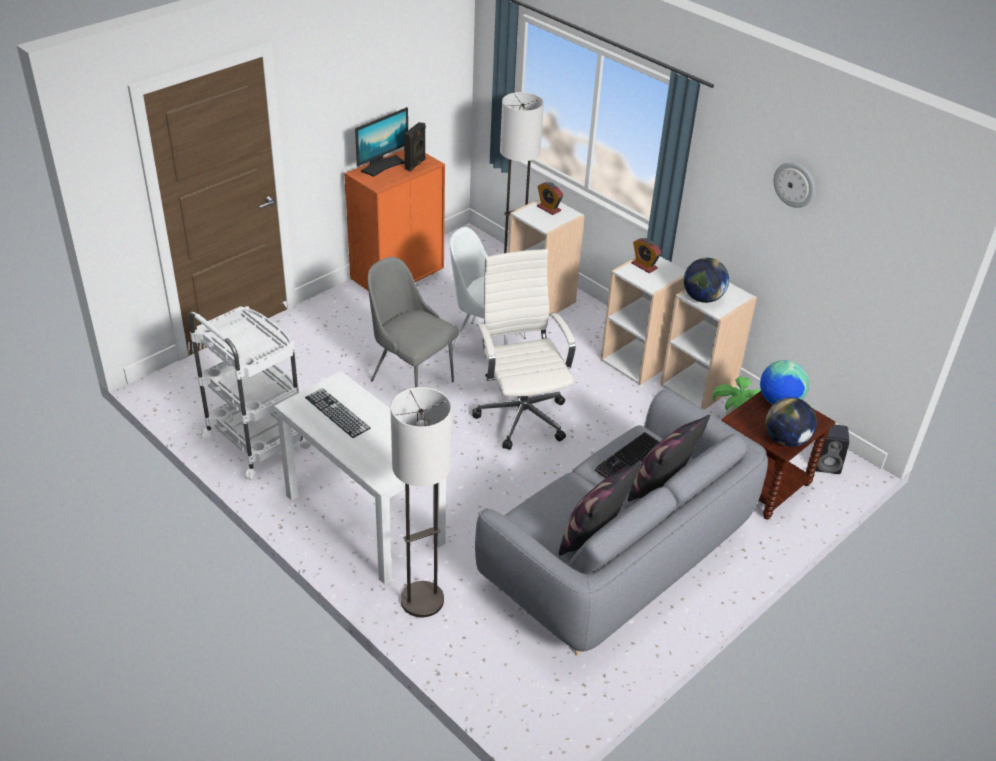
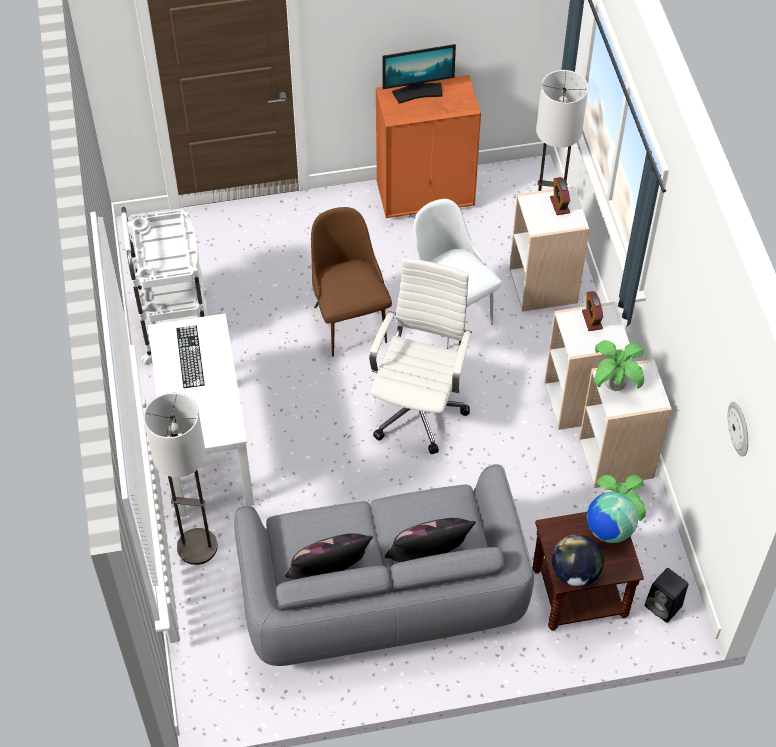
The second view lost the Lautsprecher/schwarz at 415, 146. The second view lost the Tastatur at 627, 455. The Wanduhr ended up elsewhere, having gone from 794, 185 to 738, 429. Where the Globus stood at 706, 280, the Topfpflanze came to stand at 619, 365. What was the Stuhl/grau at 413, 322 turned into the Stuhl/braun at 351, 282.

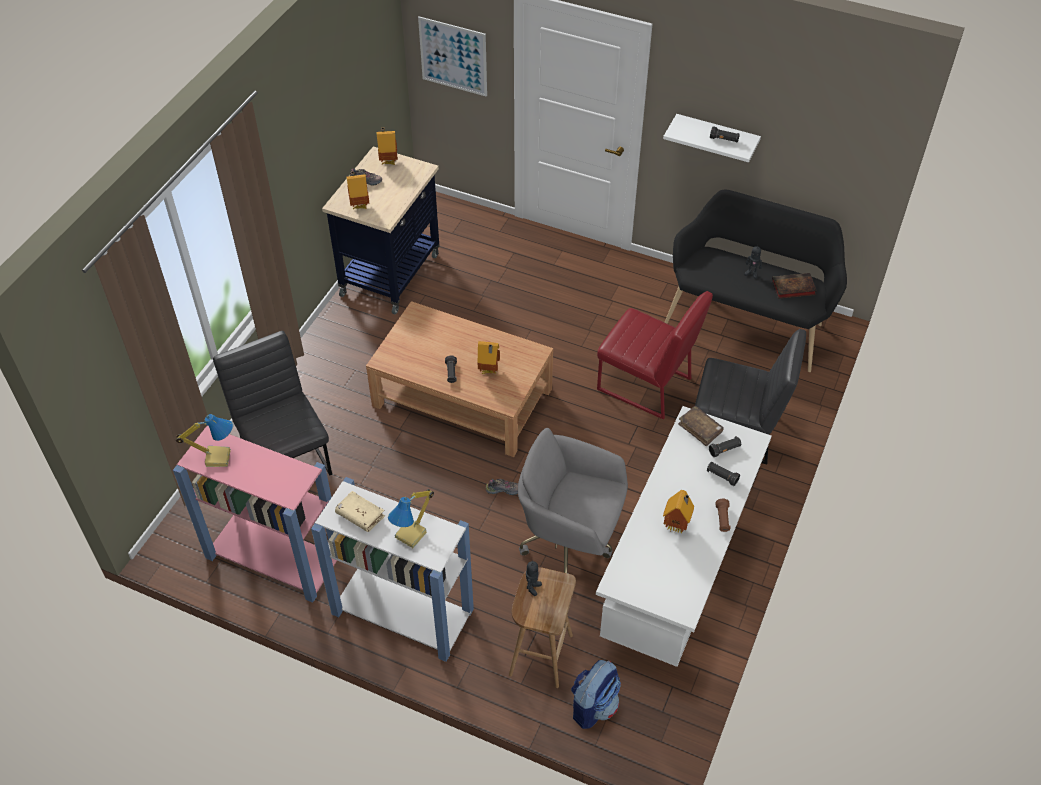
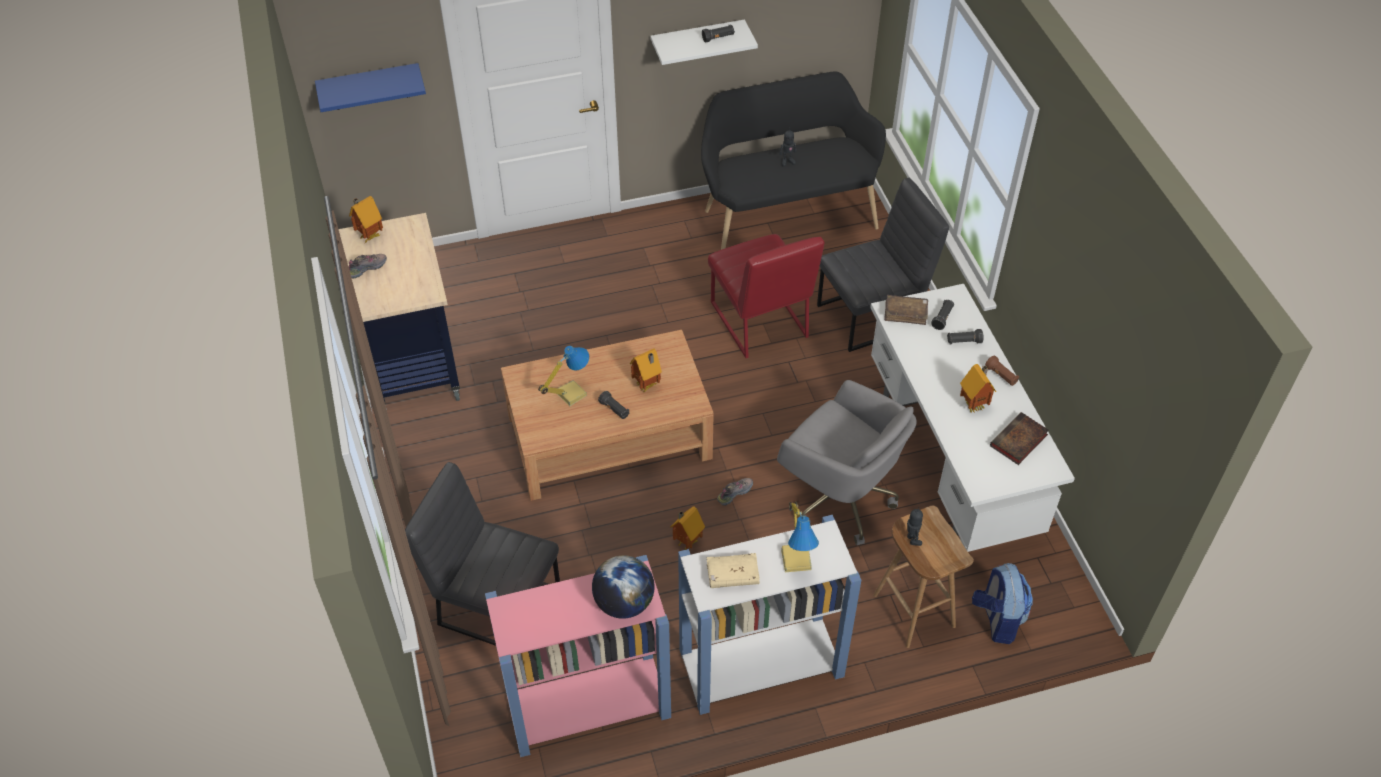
The second view gained the Globus at 623, 587. The Tischlampe ended up elsewhere, having gone from 204, 440 to 563, 376. The Spielzeughaus ended up elsewhere, having gone from 357, 191 to 687, 528. The Buch ended up elsewhere, having gone from 794, 286 to 1019, 438. Where the Bild hung at 452, 56, the Wandregal/blau came to hang at 370, 87. The Bürostuhl/grau at 573, 501 ended up facing another way, 120 degrees counterclockwise from before. The Stuhl/rot at 655, 355 ended up facing another way, 75 degrees clockwise from before.

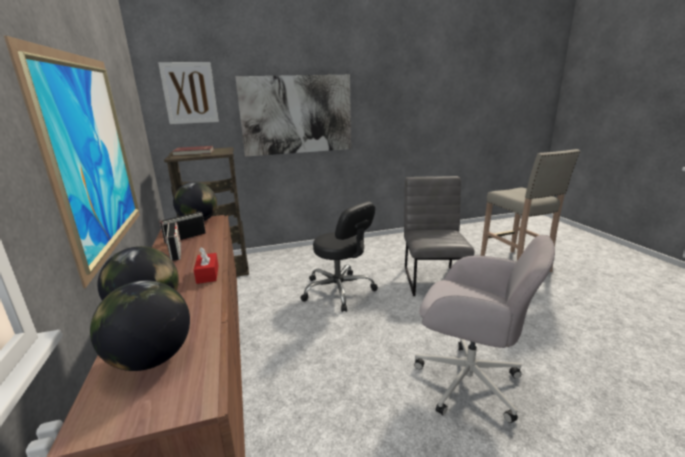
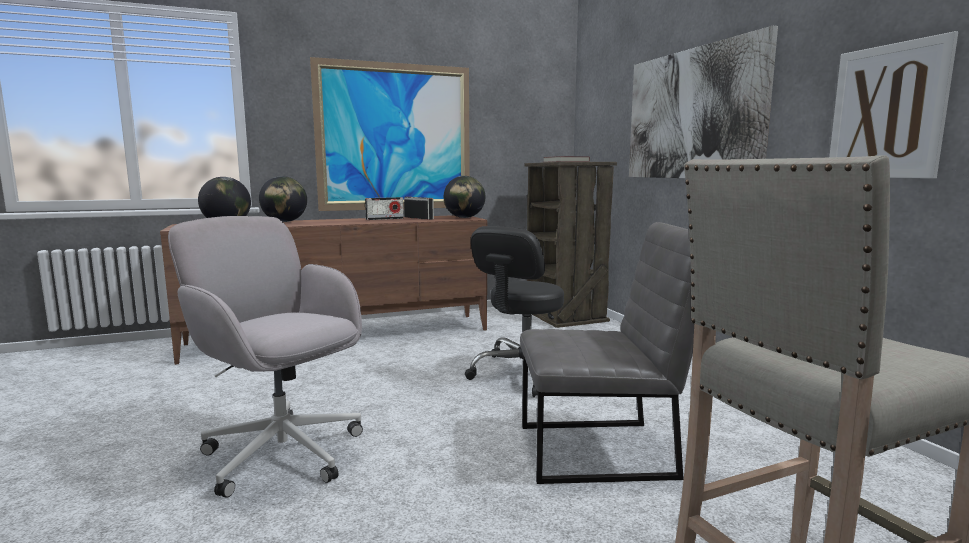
The second view lost the Taschentuchbox/rot at 206, 265. The Bild ended up elsewhere, having gone from 188, 93 to 893, 105. The Bürostuhl/grau at 484, 329 ended up facing another way, 105 degrees clockwise from before.

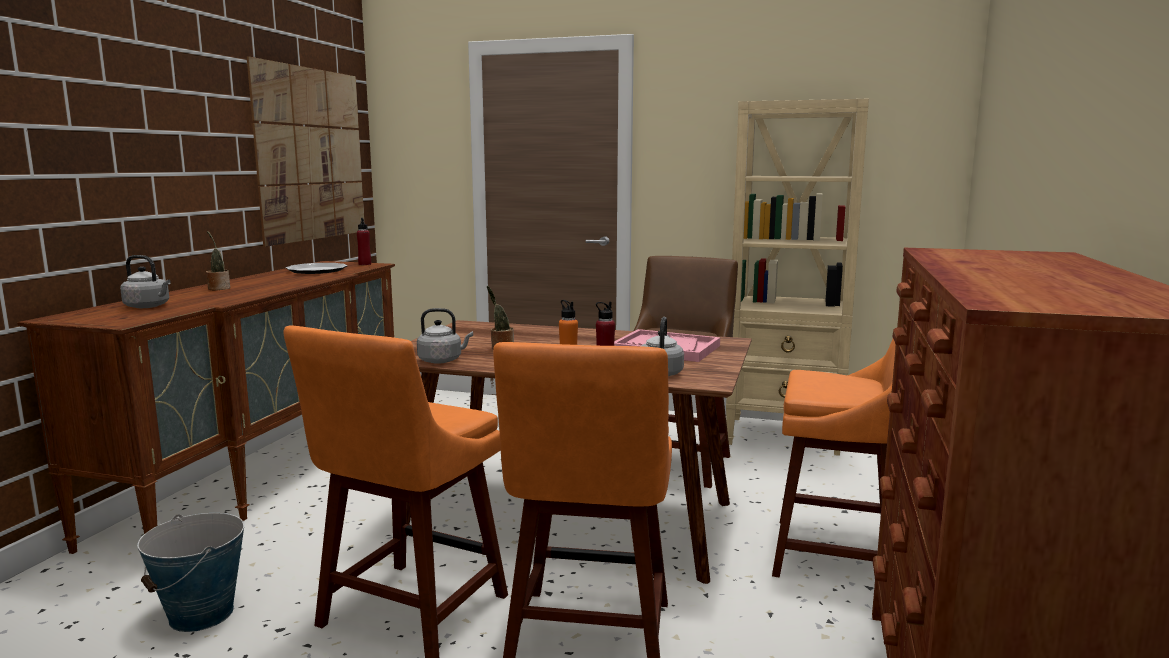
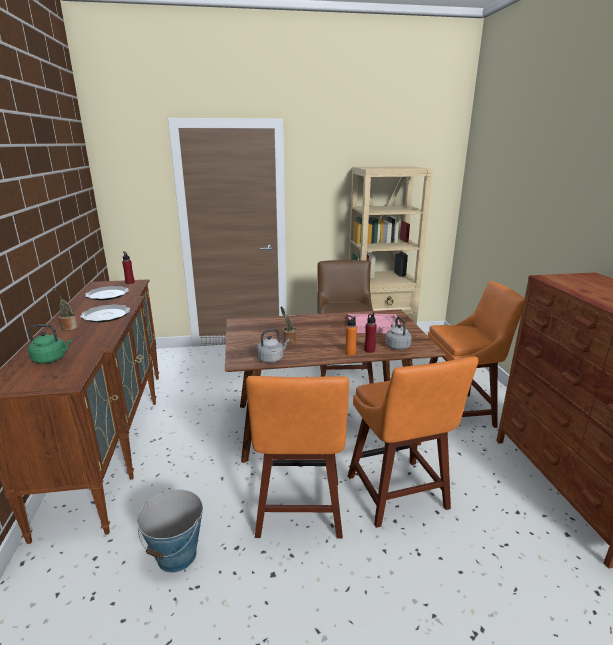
The second view lost the Bild at 305, 151. The second view gained the Teller at 105, 313. What was the Wasserkessel/grau at 145, 281 turned into the Wasserkessel/grün at 49, 344.

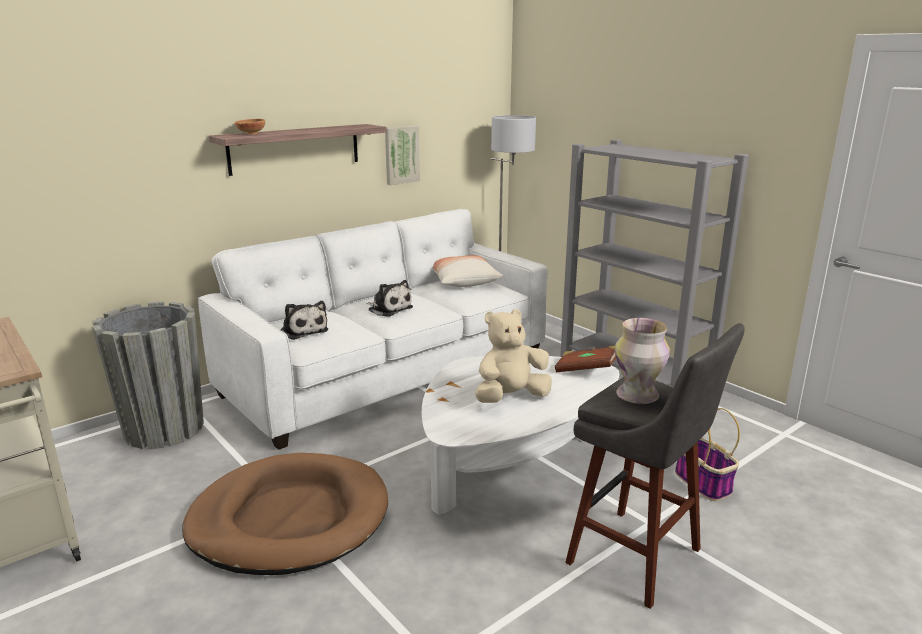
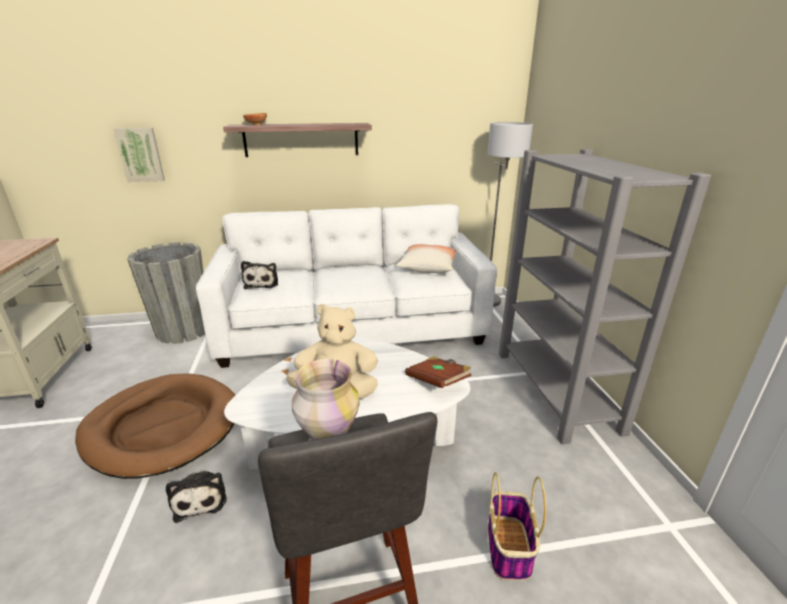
The Plüschtier ended up elsewhere, having gone from 389, 298 to 196, 497. The Bild ended up elsewhere, having gone from 402, 155 to 139, 155.

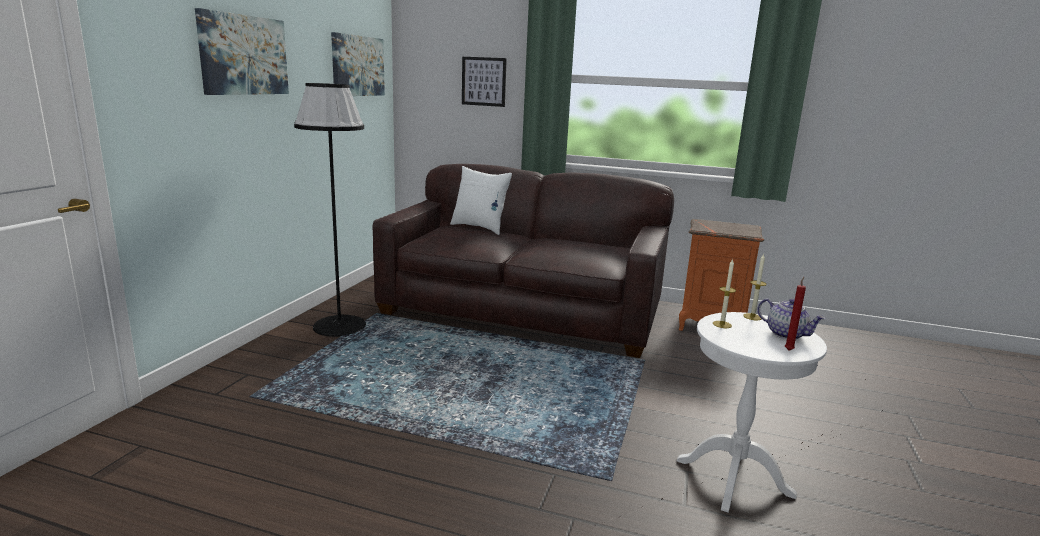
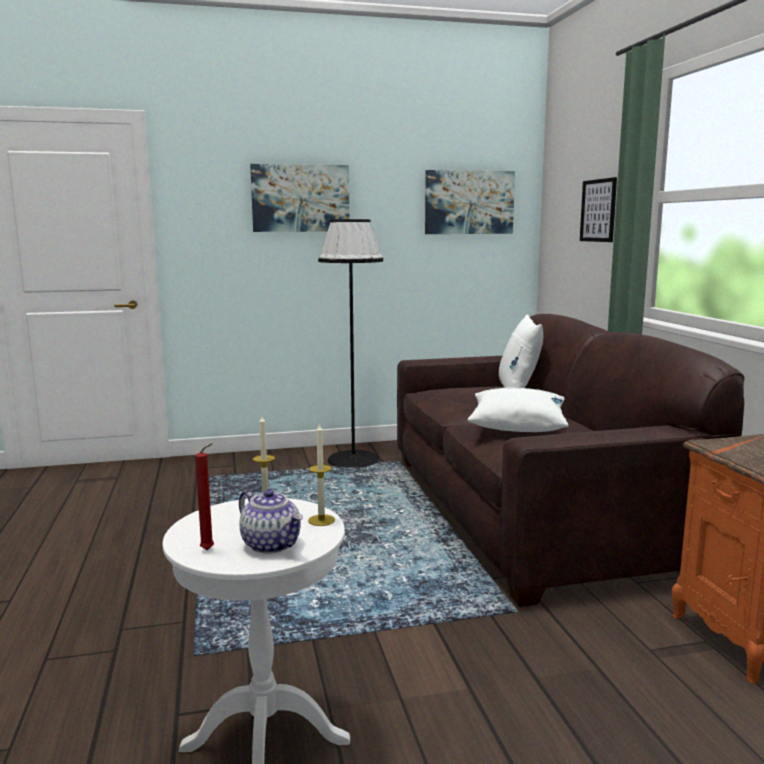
The second view gained the Kissen/weiß at 518, 409. The Teekanne at 791, 319 ended up facing another way, 60 degrees counterclockwise from before.

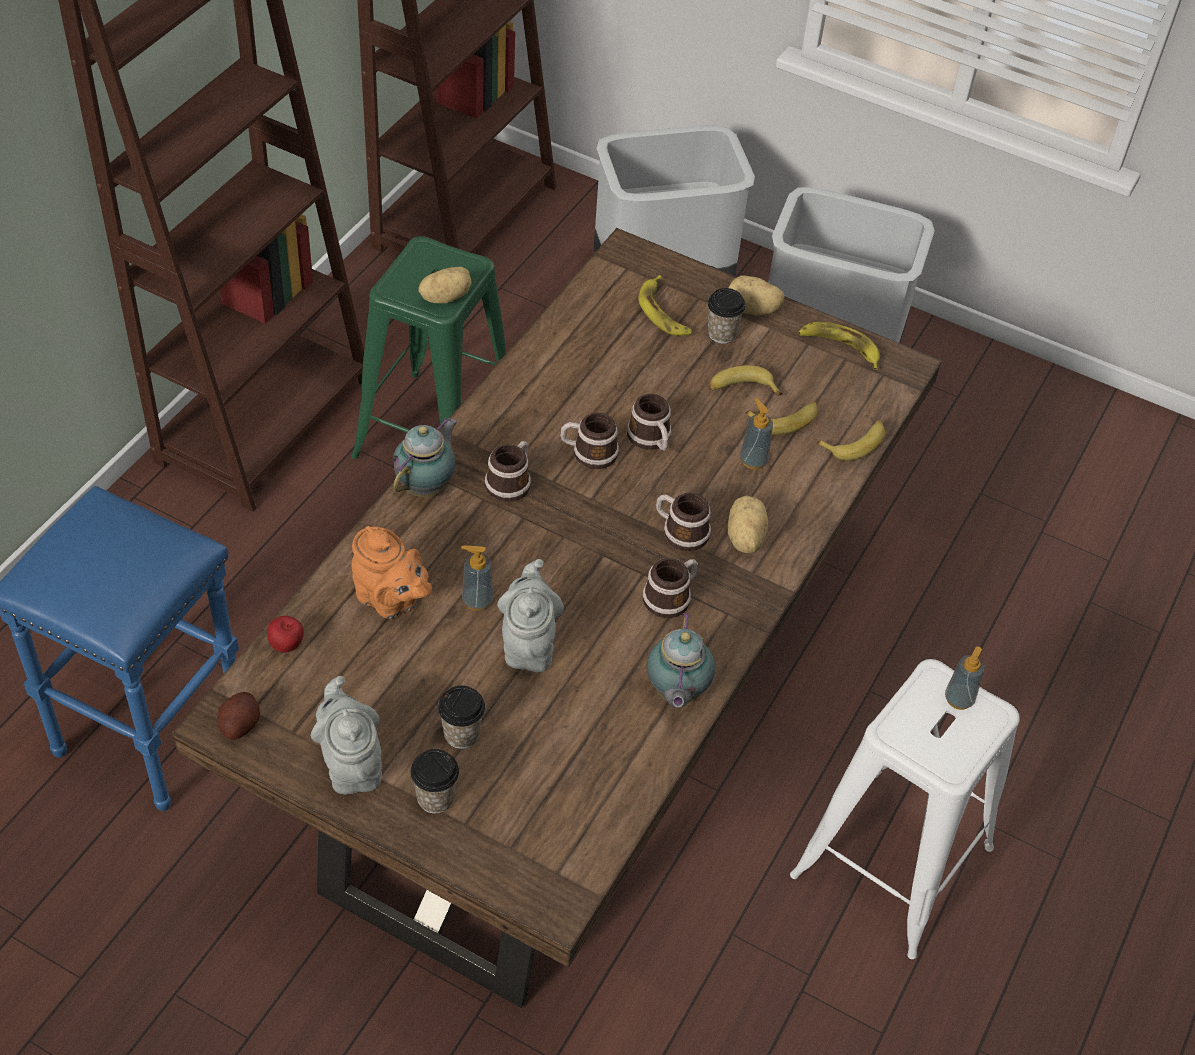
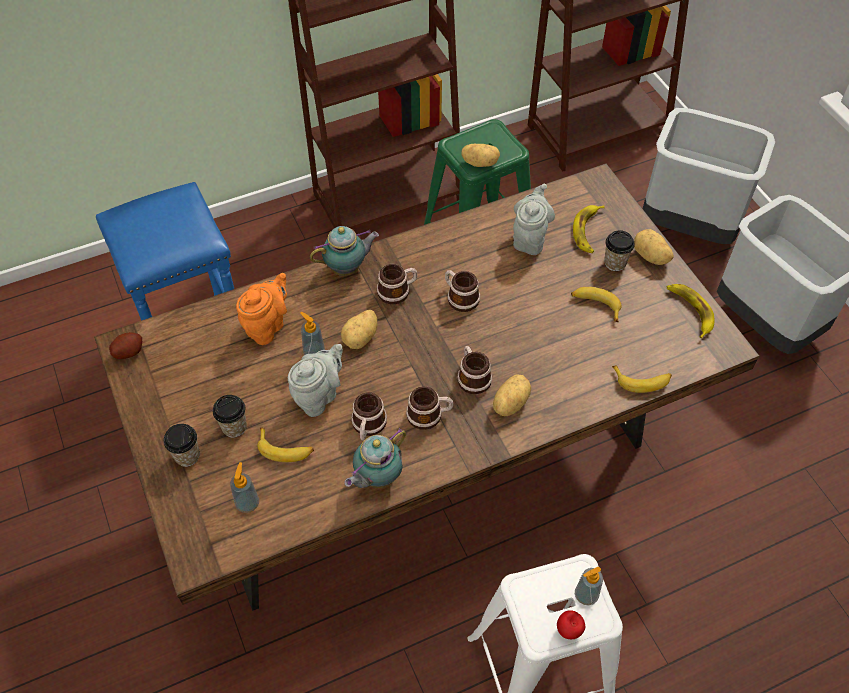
The second view gained the Kartoffel at 359, 329. The Apfel ended up elsewhere, having gone from 285, 634 to 571, 624. The Teekanne/grau ended up elsewhere, having gone from 346, 735 to 534, 219. The Henkelbecher ended up elsewhere, having gone from 649, 422 to 369, 416. The Seifenspender ended up elsewhere, having gone from 756, 433 to 244, 487. The Banane ended up elsewhere, having gone from 781, 418 to 285, 445. The Teekanne/orange at 392, 572 ended up facing another way, 135 degrees counterclockwise from before.

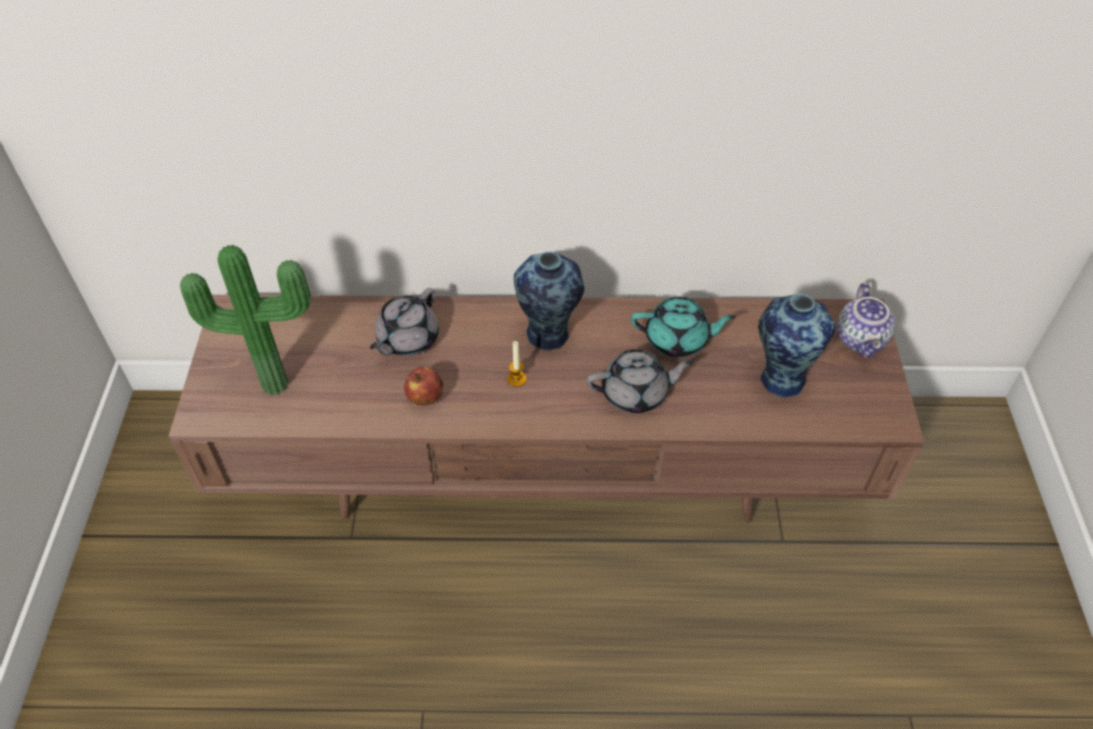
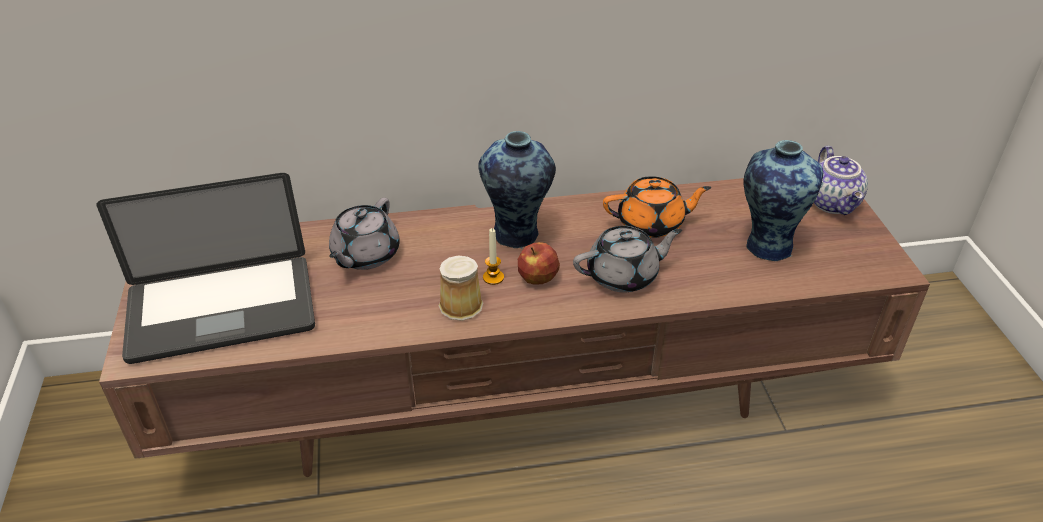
The second view gained the Henkelbecher at 461, 288. The Apfel ended up elsewhere, having gone from 423, 386 to 539, 263. Where the Topfpflanze stood at 245, 320, the Laptop came to stand at 206, 268. What was the Teekanne/türkis at 683, 327 turned into the Teekanne/orange at 657, 207.

